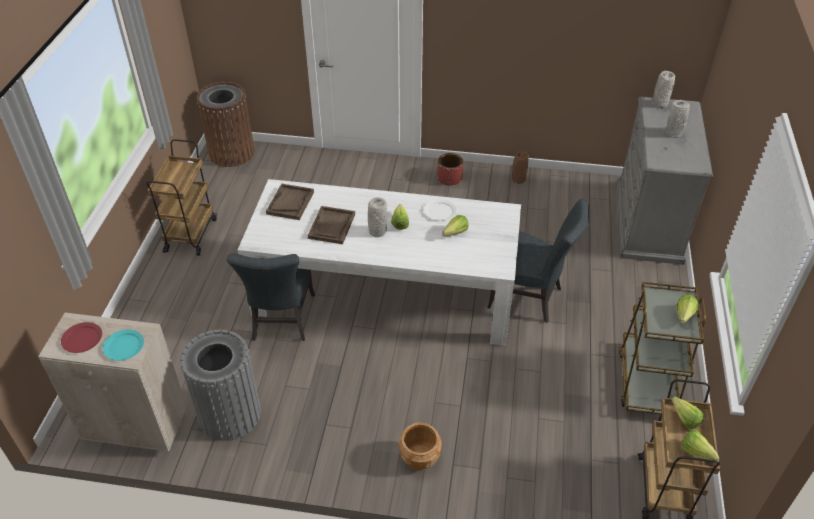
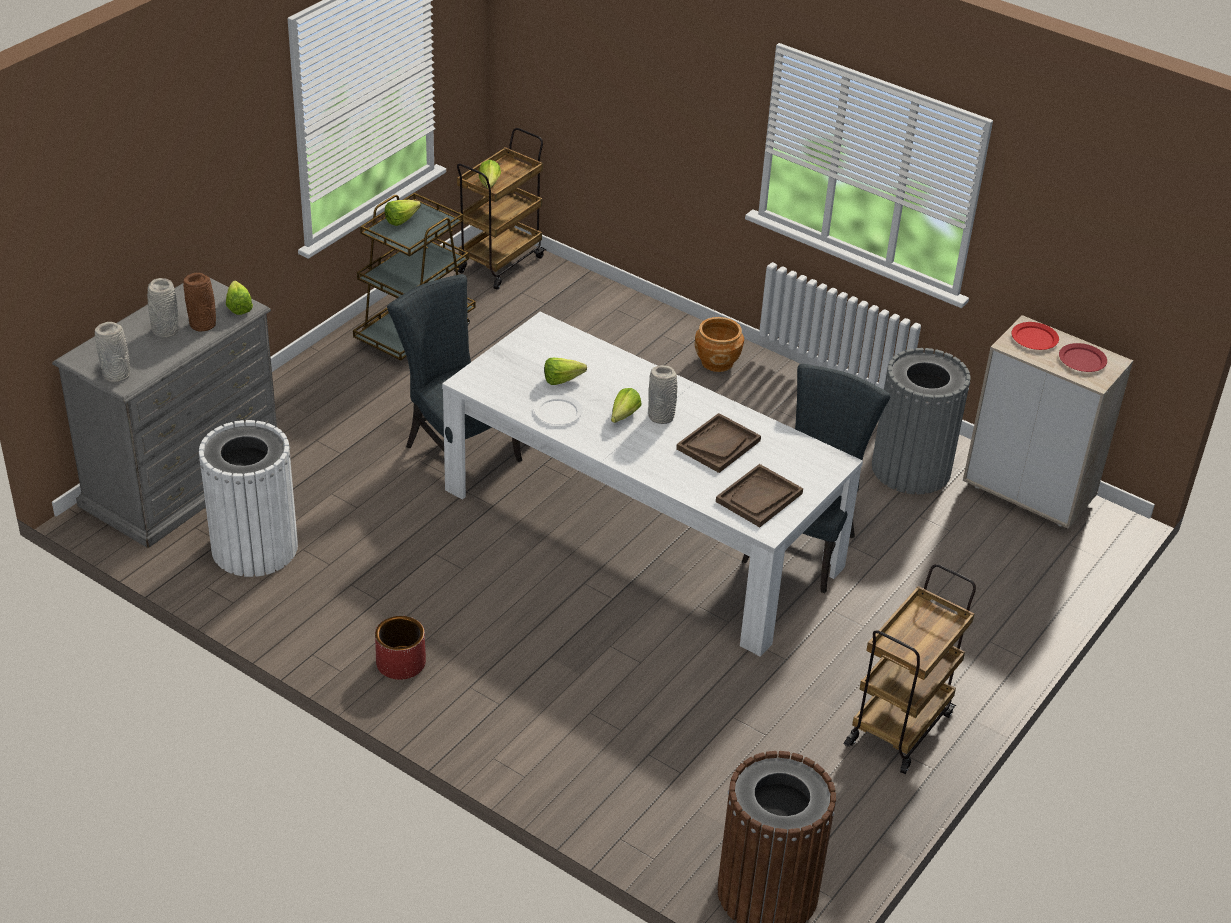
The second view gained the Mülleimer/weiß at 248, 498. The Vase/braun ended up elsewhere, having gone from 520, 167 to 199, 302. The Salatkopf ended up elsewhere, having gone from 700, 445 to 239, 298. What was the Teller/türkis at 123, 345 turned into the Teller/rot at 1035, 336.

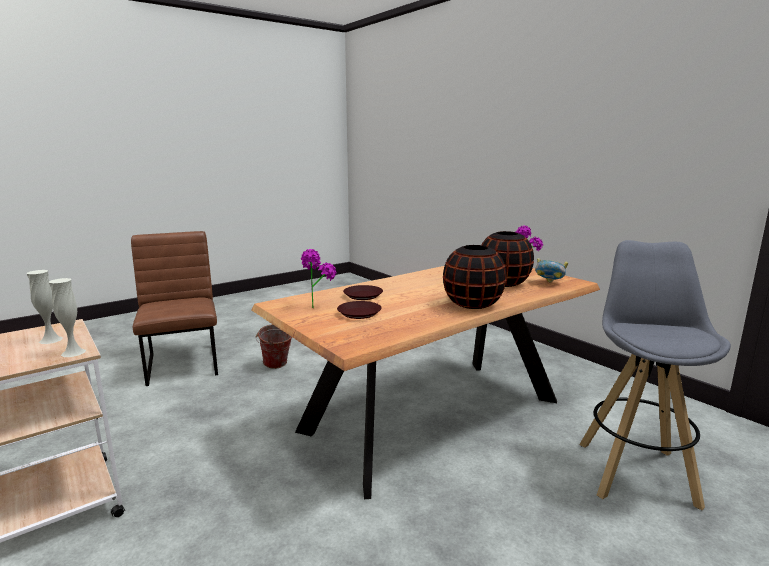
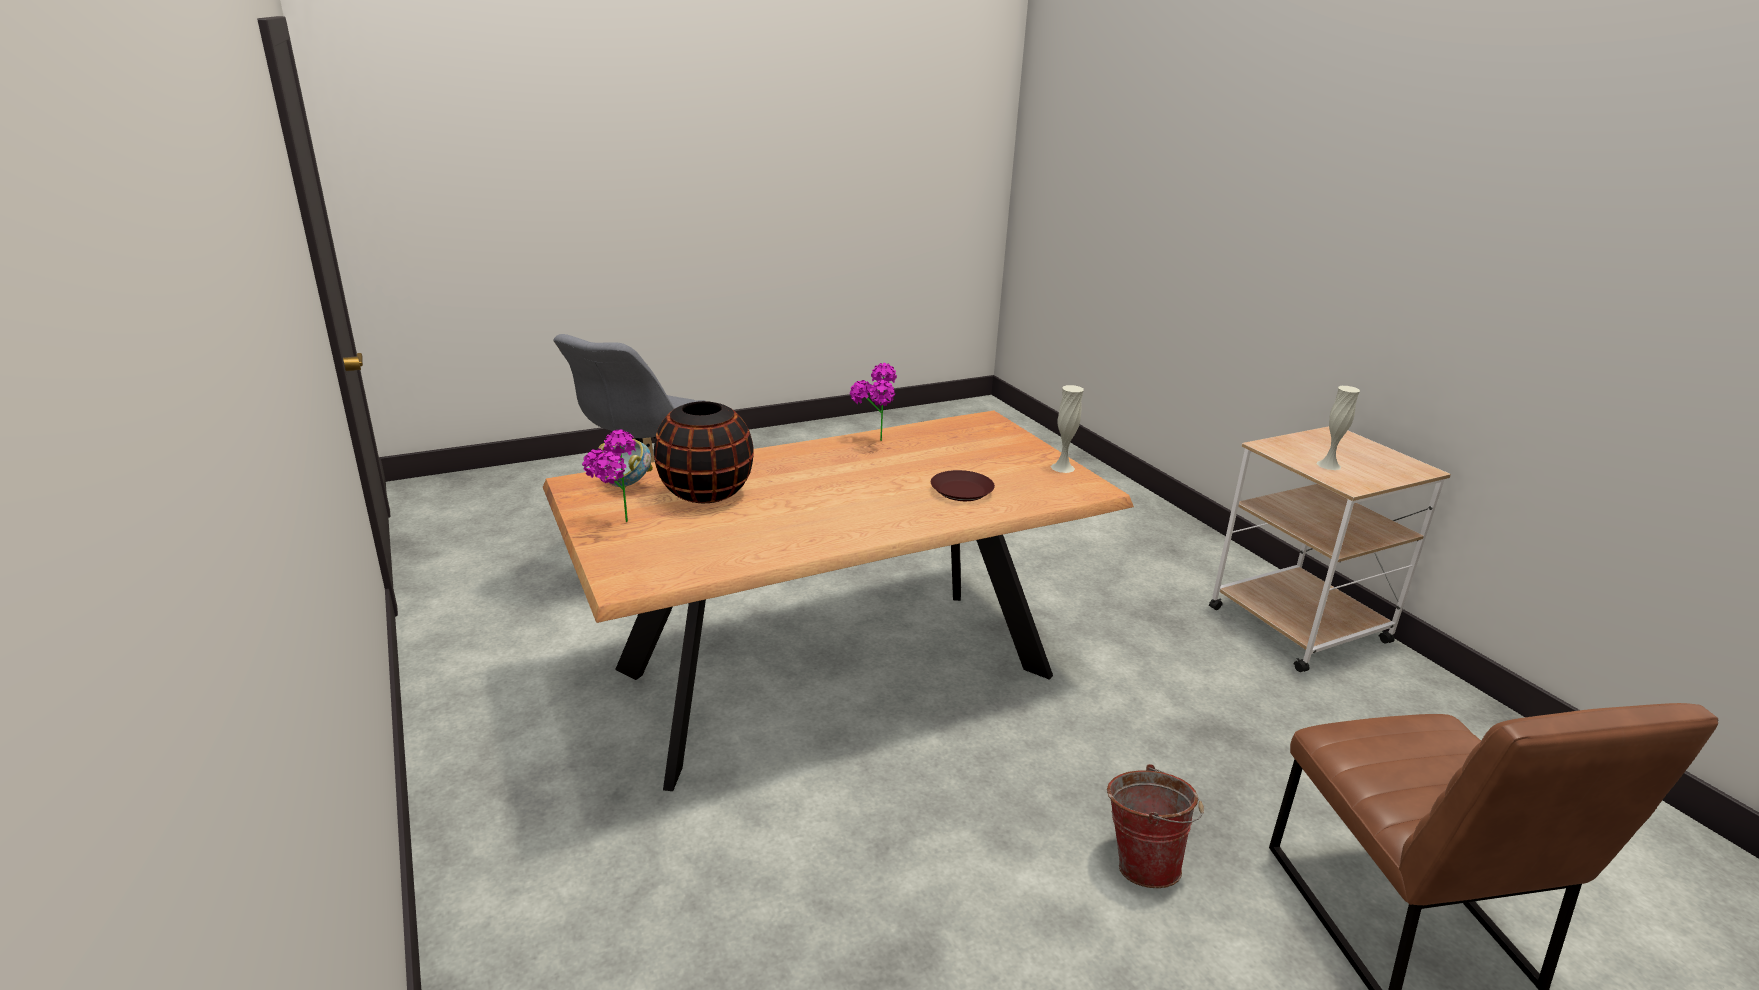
The second view lost the Teller/braun at 359, 310. The second view lost the Vase/schwarz at 475, 277. The Vase/weiß ended up elsewhere, having gone from 67, 317 to 1067, 429. The Topfpflanze ended up elsewhere, having gone from 318, 278 to 873, 402.

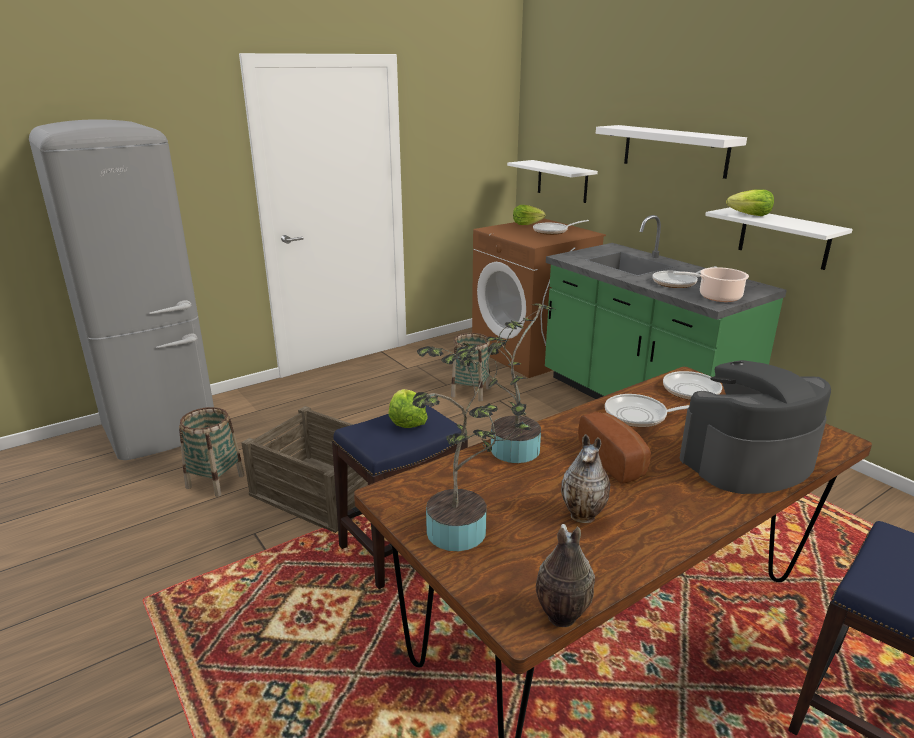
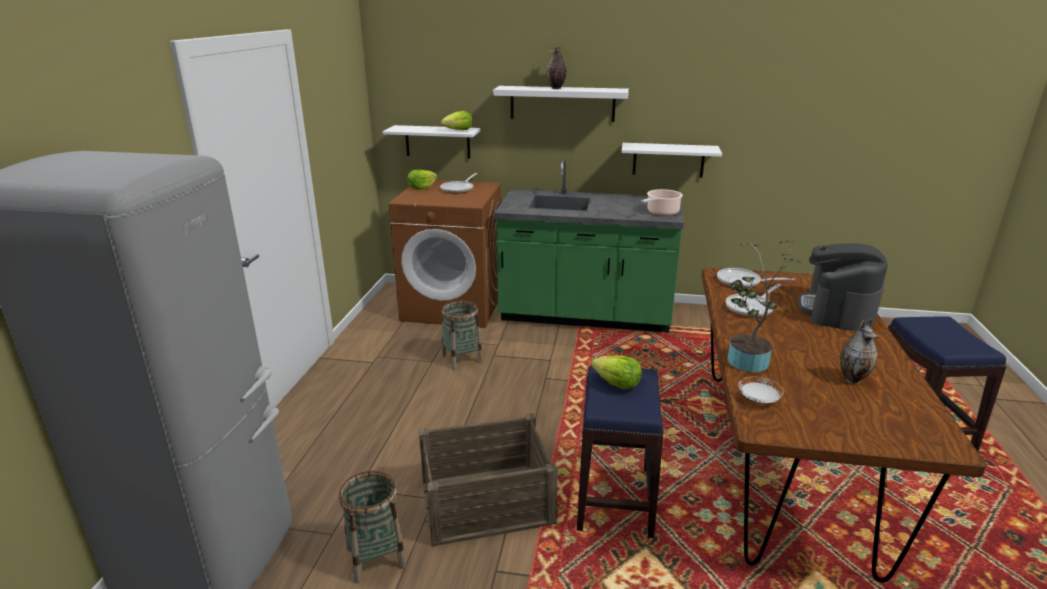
The second view lost the Topfpflanze at 471, 447. The second view lost the Brot at 614, 448. The second view lost the Pfanne at 684, 277. The second view gained the Teller/weiß at 761, 390. The Vase ended up elsewhere, having gone from 565, 575 to 557, 67. The Salatkopf ended up elsewhere, having gone from 750, 202 to 456, 120.

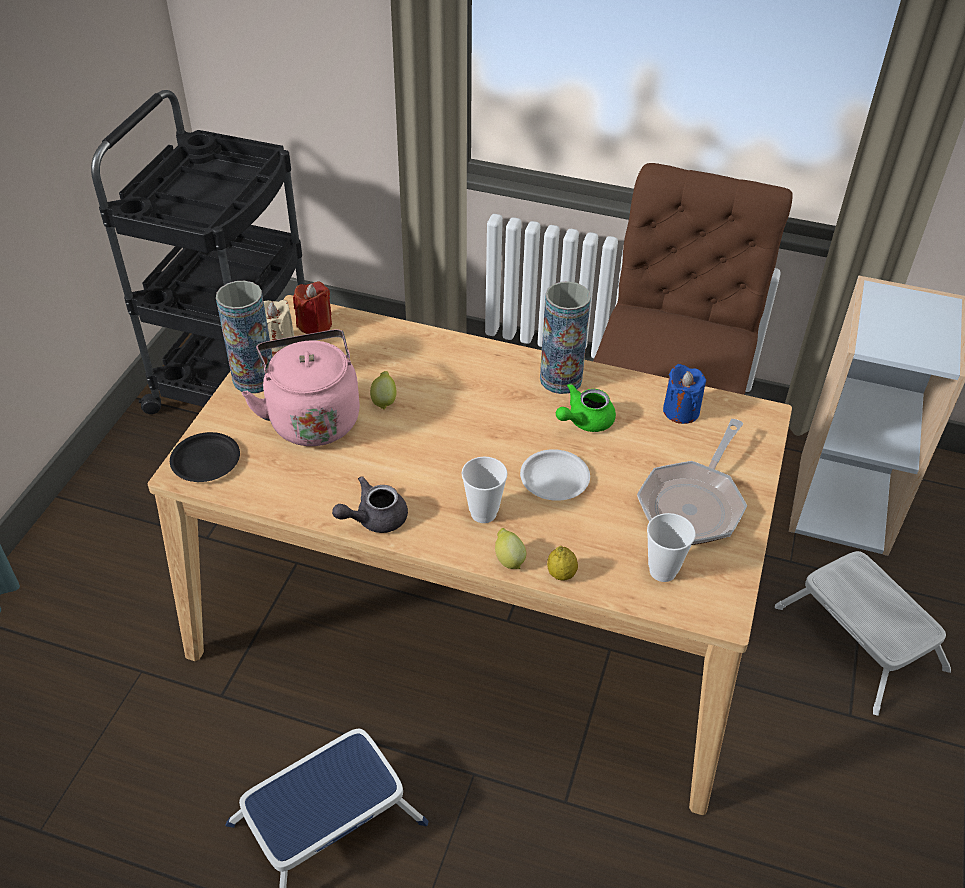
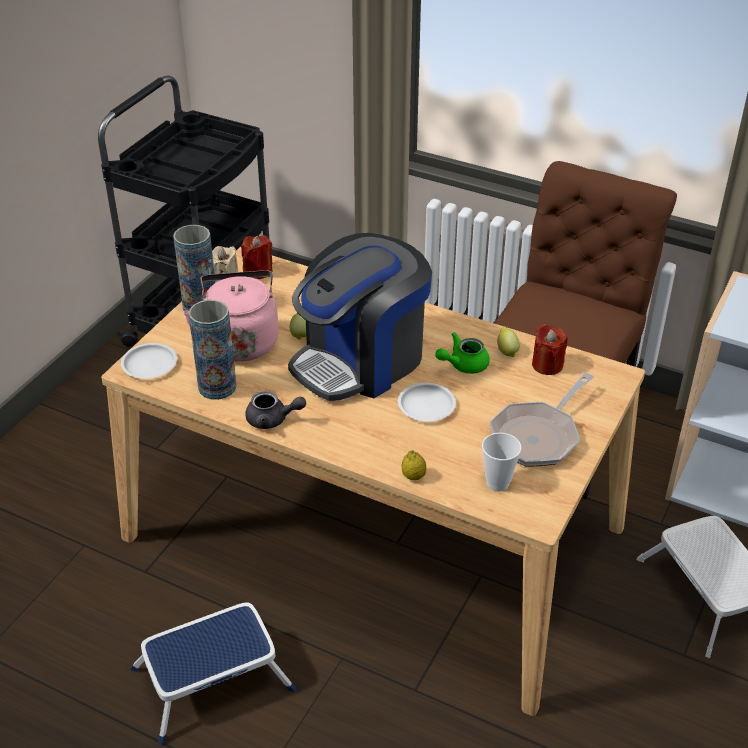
The second view lost the Tasse at 484, 489. The second view gained the Kaffeemaschine at 360, 317. The Zitrone ended up elsewhere, having gone from 510, 548 to 508, 341. The Vase ended up elsewhere, having gone from 565, 337 to 212, 350. What was the Teller/schwarz at 205, 457 turned into the Teller/weiß at 149, 361. What was the Kerze/blau at 684, 394 turned into the Kerze/rot at 549, 349. The Teekanne/grau at 370, 504 ended up facing another way, 150 degrees counterclockwise from before.

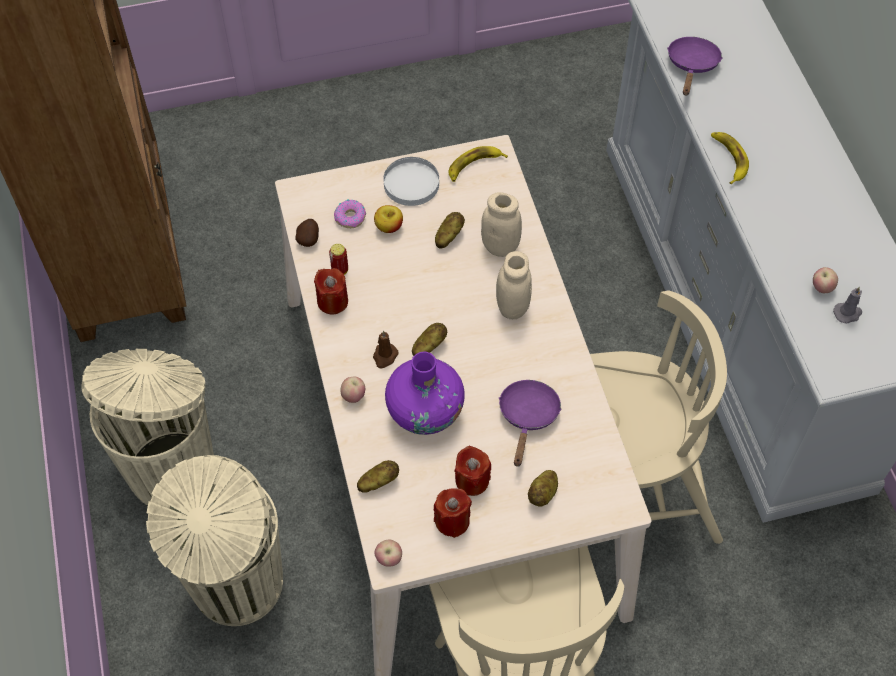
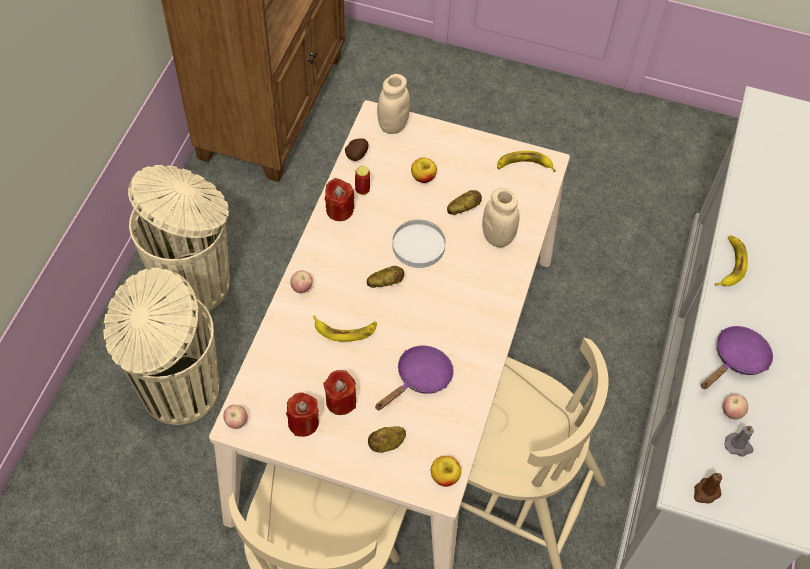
The second view lost the Donut at 350, 213. The second view lost the Kartoffel at 378, 476. The second view gained the Apfel at 446, 471. The Kerze/braun ended up elsewhere, having gone from 386, 349 to 708, 488. The Teller/weiß ended up elsewhere, having gone from 411, 181 to 419, 244. The Vorratsglas/beige ended up elsewhere, having gone from 514, 285 to 393, 104. The Pfanne/lila ended up elsewhere, having gone from 695, 66 to 737, 357. Where the Vase/lila stood at 425, 393, the Banane came to stand at 345, 328.

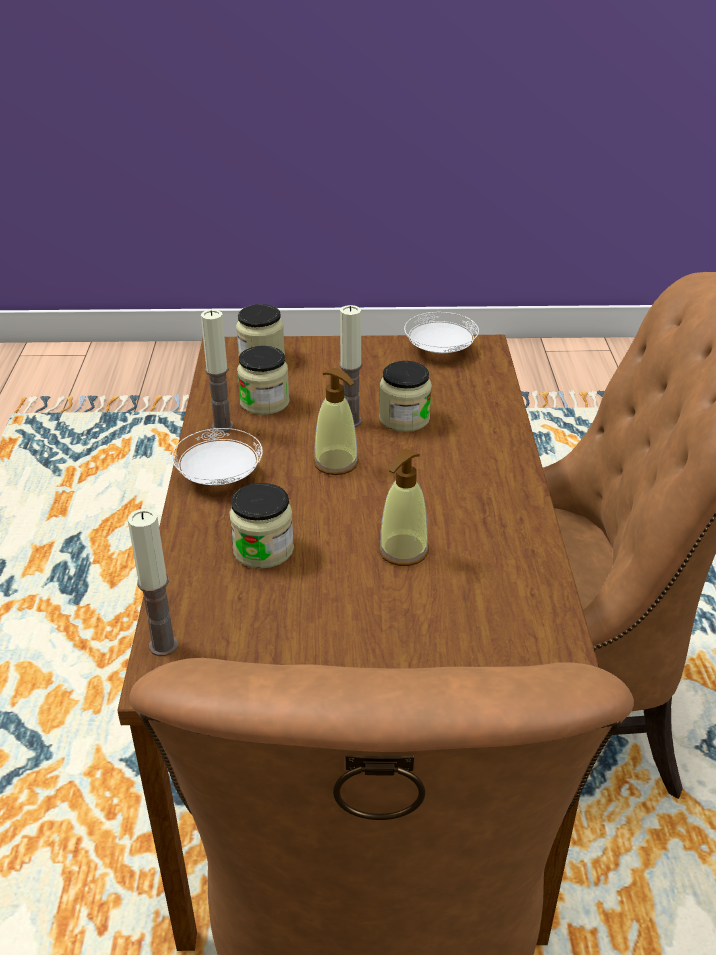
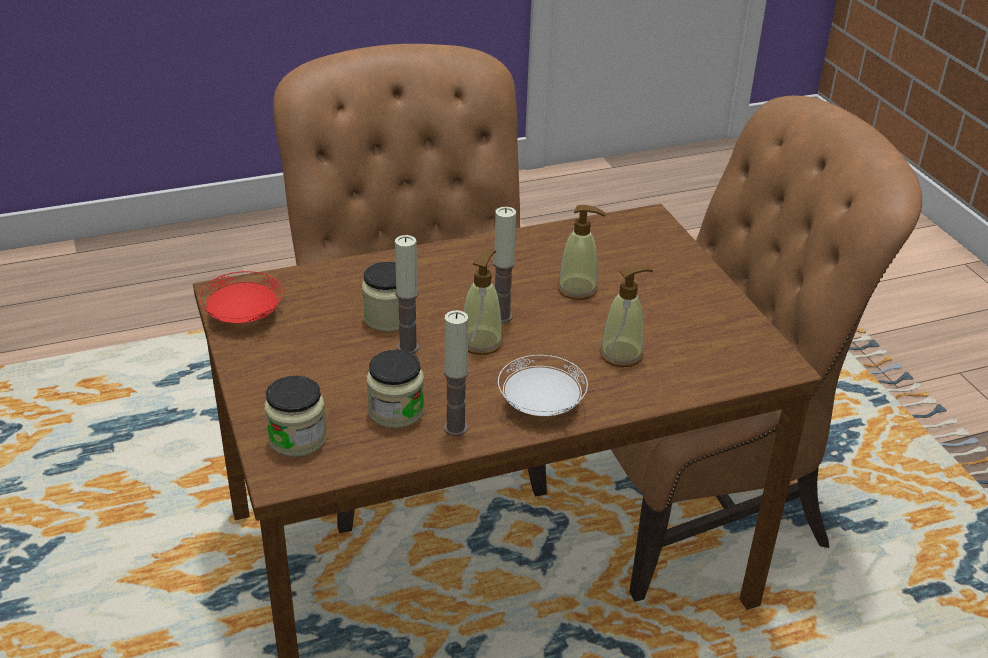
The Kerze ended up elsewhere, having gone from 153, 582 to 504, 265. Where the Vorratsglas stood at 261, 526, the Seifenspender came to stand at 626, 316. What was the Teller/weiß at 441, 333 turned into the Teller/rot at 241, 297.

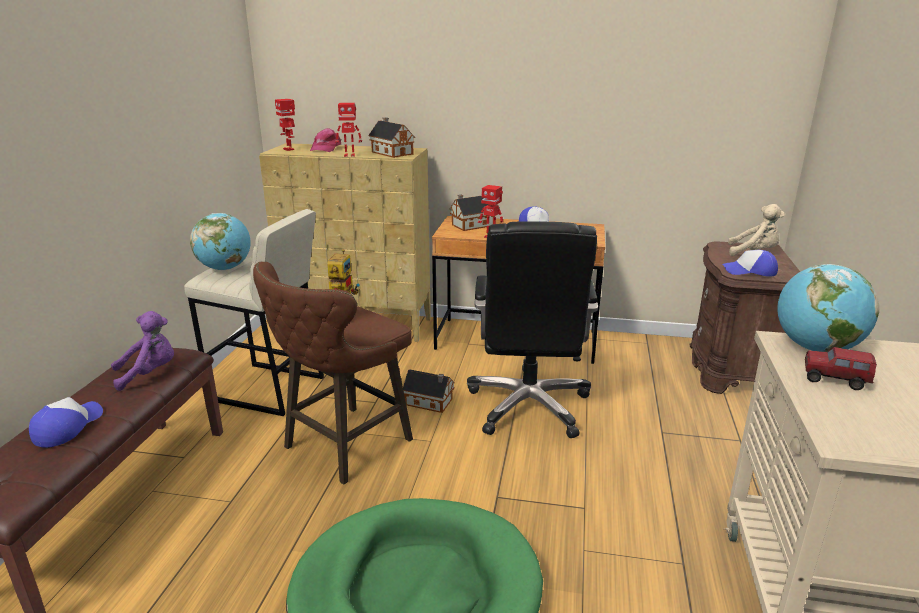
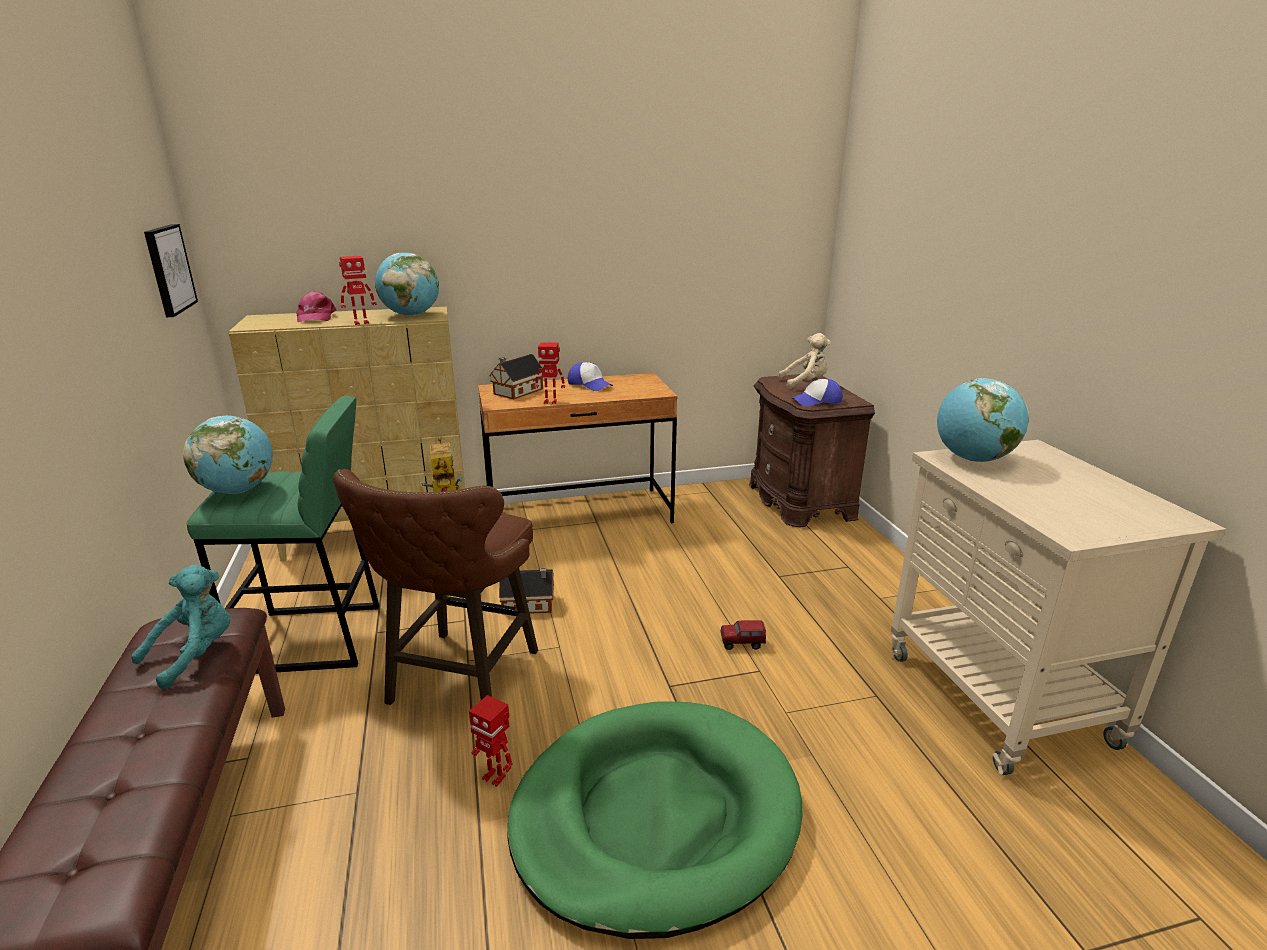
The second view lost the Kappe at 66, 422. The second view lost the Bürostuhl/schwarz at 532, 329. The second view gained the Bild at 171, 270. The Spielzeugroboter ended up elsewhere, having gone from 285, 125 to 491, 741. The Spielzeuglaster ended up elsewhere, having gone from 841, 368 to 743, 635. Where the Spielzeughaus stood at 391, 138, the Globus came to stand at 407, 284. What was the Plüschtier/lila at 142, 351 turned into the Plüschtier/türkis at 180, 627. What was the Hocker/beige at 254, 312 turned into the Hocker/grün at 283, 534.

